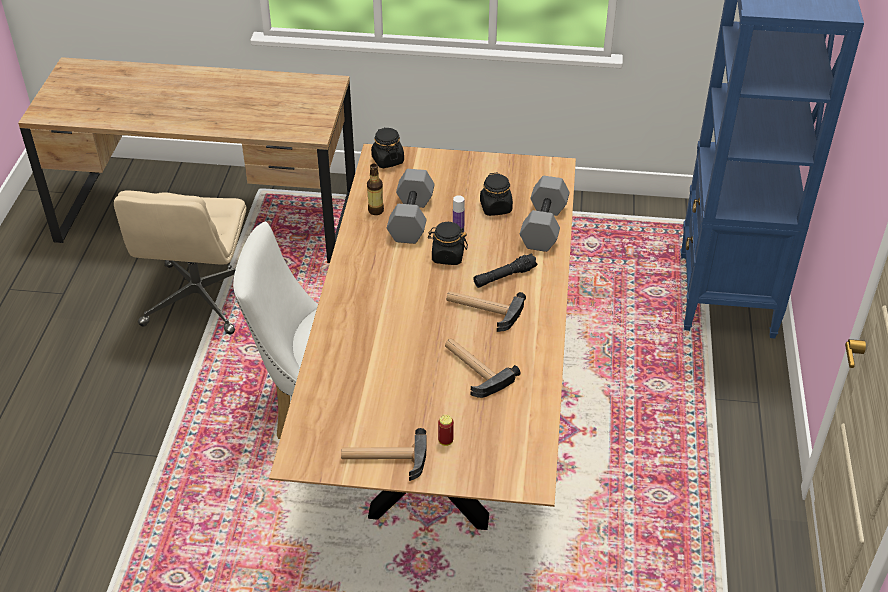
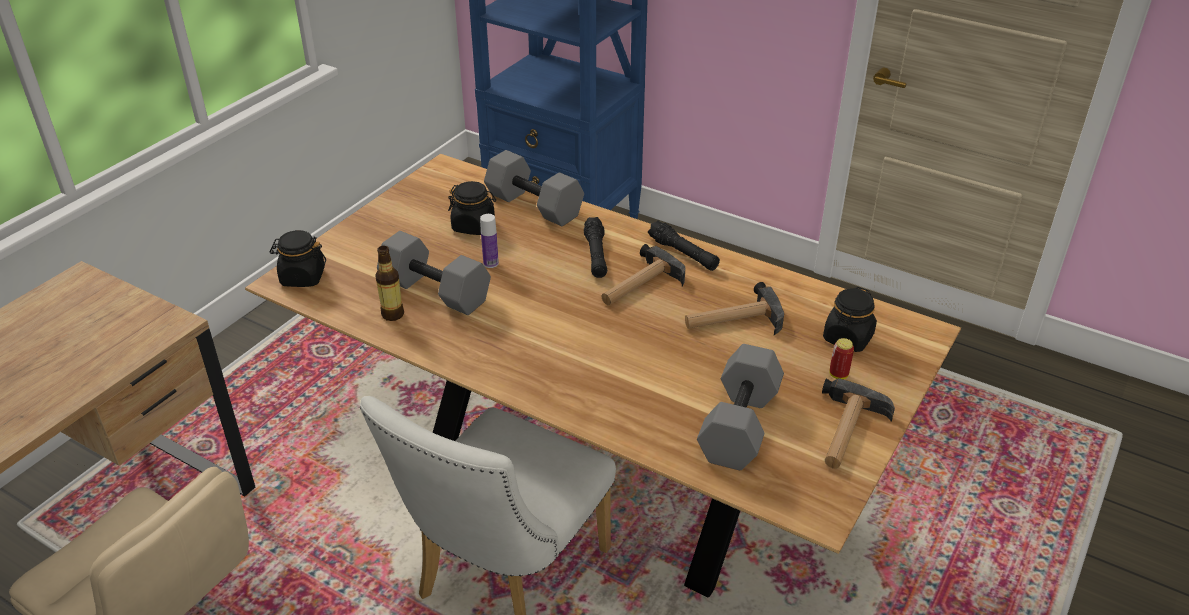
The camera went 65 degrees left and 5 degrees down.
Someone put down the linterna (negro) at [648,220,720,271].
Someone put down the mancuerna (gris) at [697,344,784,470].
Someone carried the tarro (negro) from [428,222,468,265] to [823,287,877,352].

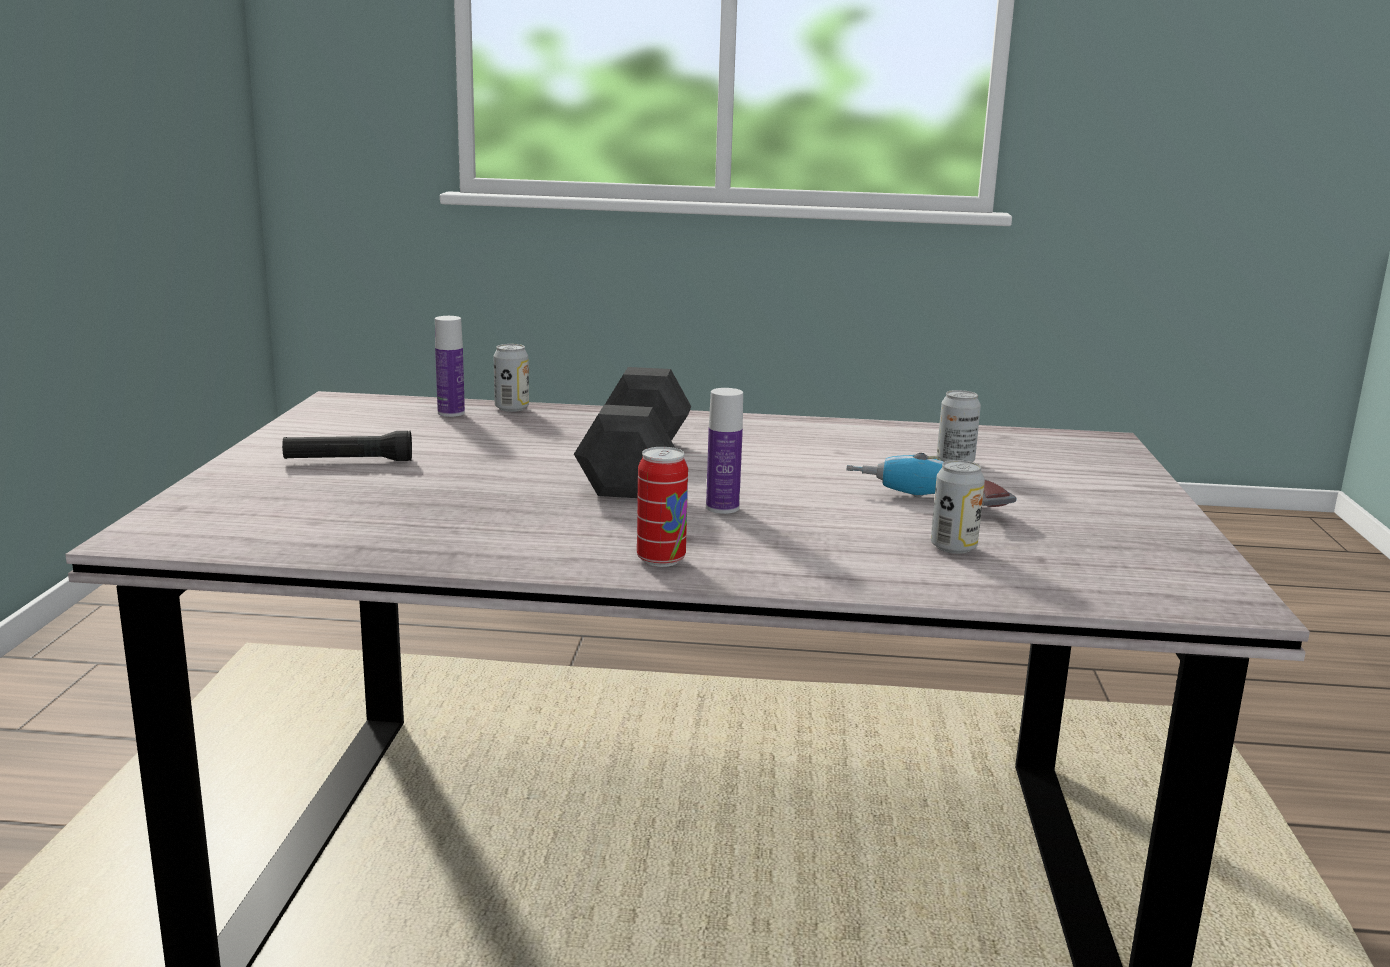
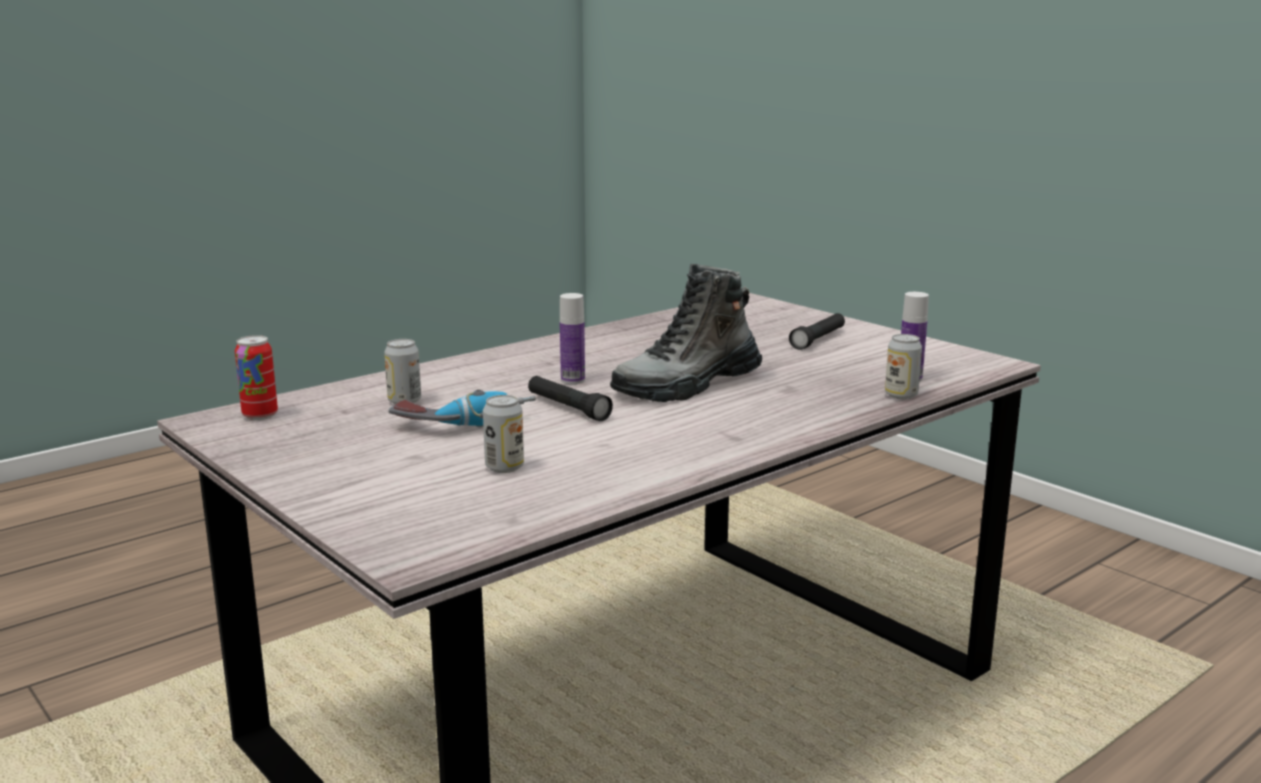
The camera went 135 degrees right and 0 degrees up.
Someone carried the lata from [637,447,688,567] to [235,335,278,420].
Someone put down the linterna (negro) at [528,376,613,421].
Someone swapped the mancuerna (negro) at [574,367,691,498] for the bota at [610,264,762,402].

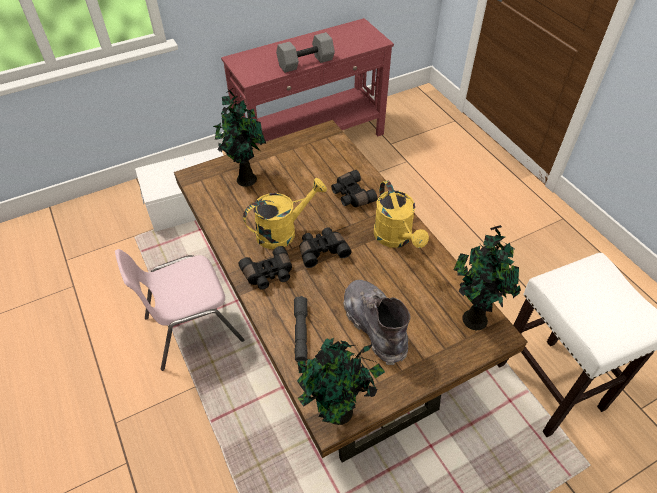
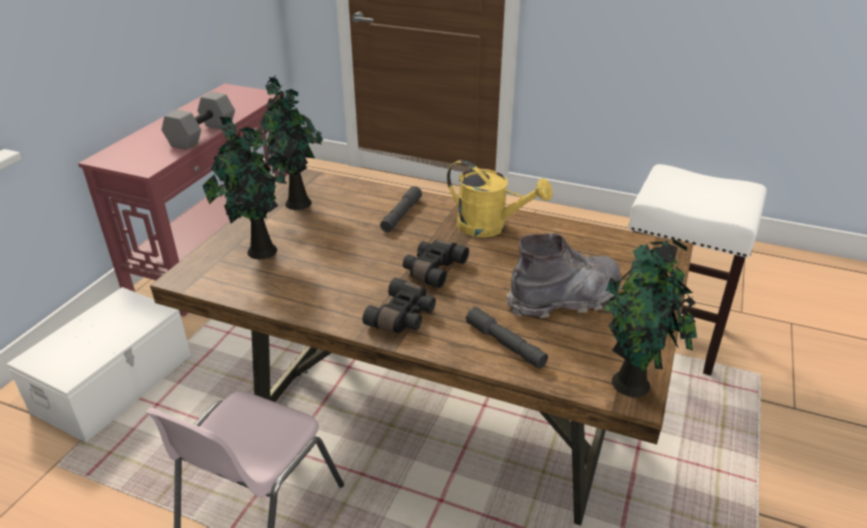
The camera went 40 degrees left and 15 degrees down.
Someone carried the planta en maceta from [454,225,521,330] to [253,76,323,210].
Someone swapped the prismáticos (negro) at [331,170,377,207] for the linterna (gris) at [380,186,422,232].
Someone rotated the bota (gris) at [343,280,411,365] by 135 degrees clockwise.
Someone took away the regadera (amarillo) at [243,178,327,249].

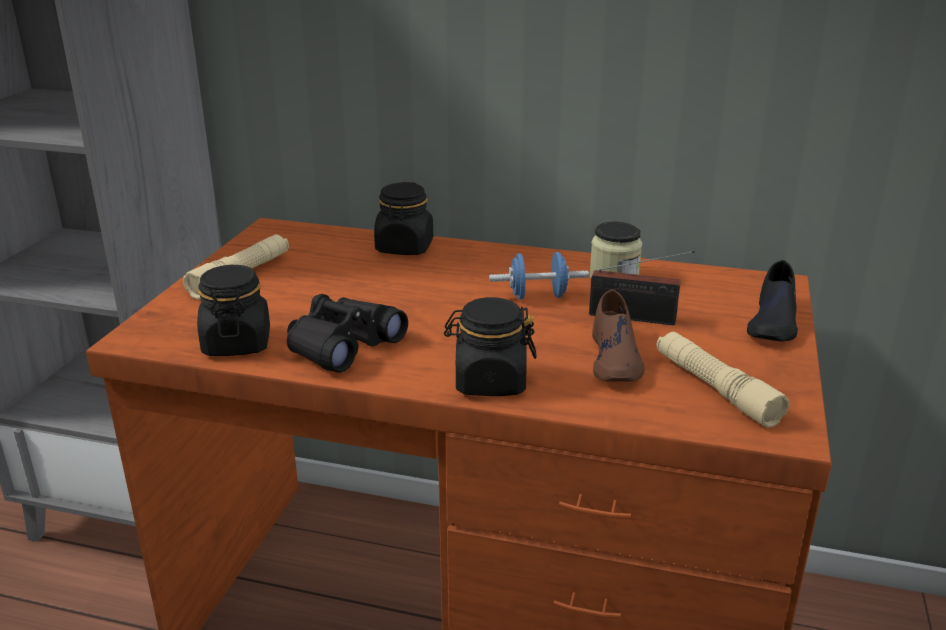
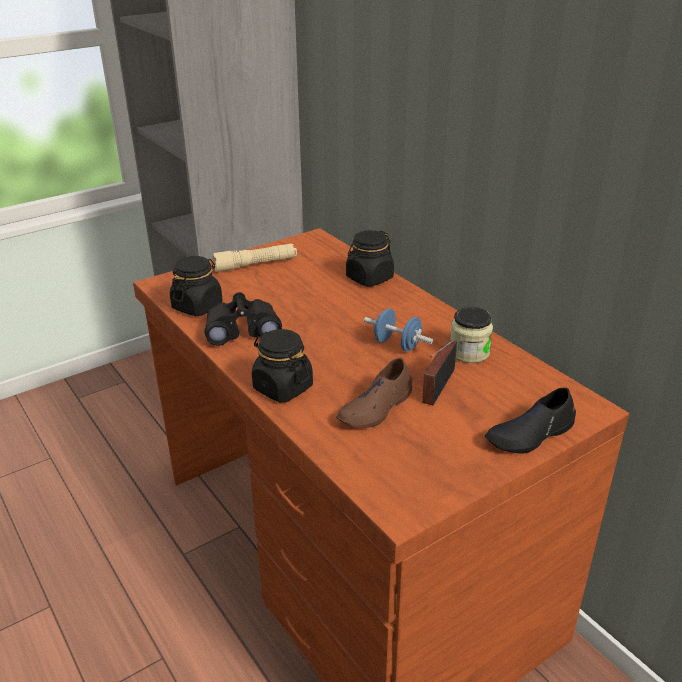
The camera went 40 degrees right and 5 degrees up.
Someone rotated the radio at [589,251,695,325] by 60 degrees clockwise.
Someone took away the linterna (beis) at [656,332,789,428].

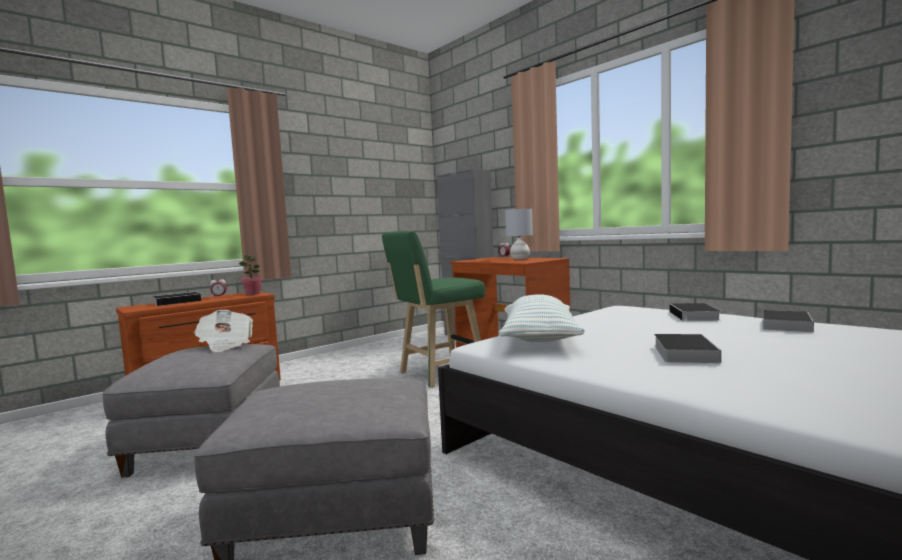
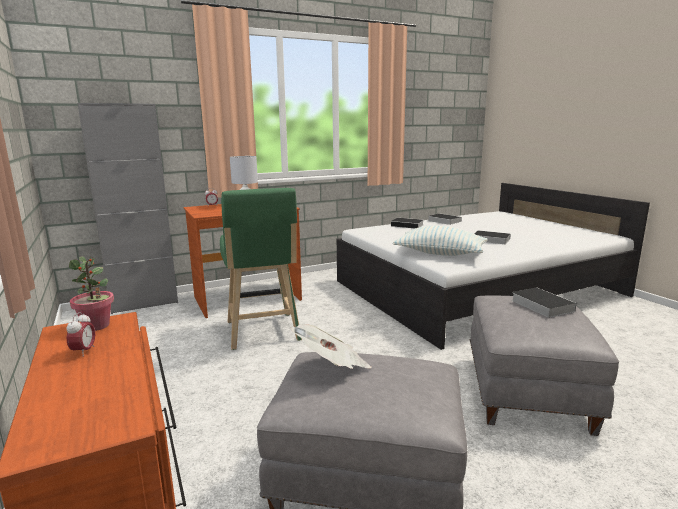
The camera went 75 degrees left and 10 degrees up.
Someone carried the libro from [153,292,201,306] to [511,287,576,318].

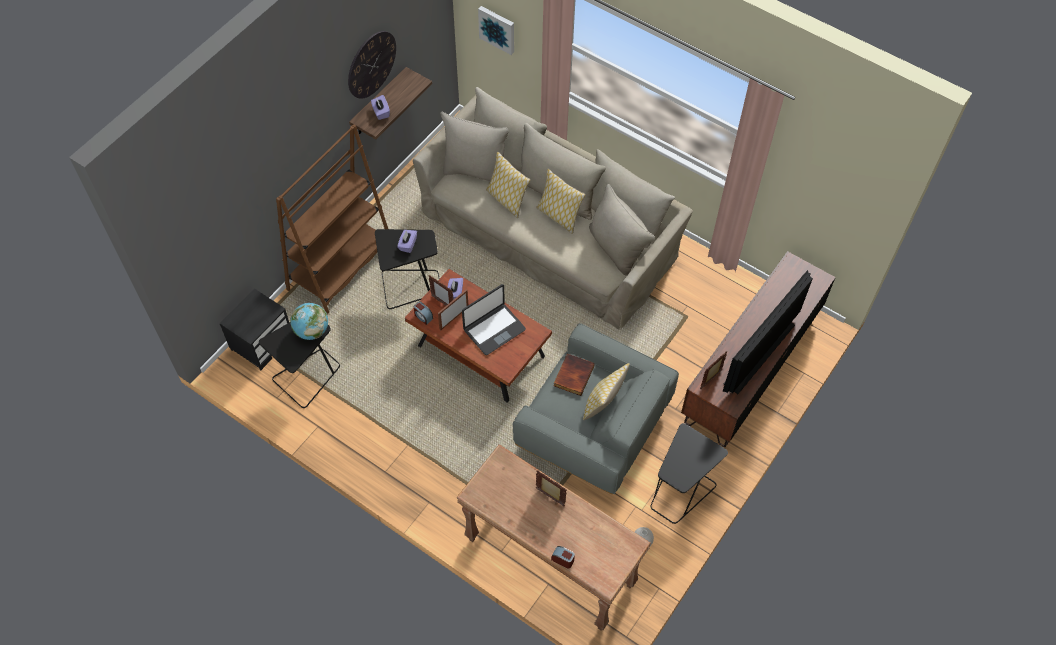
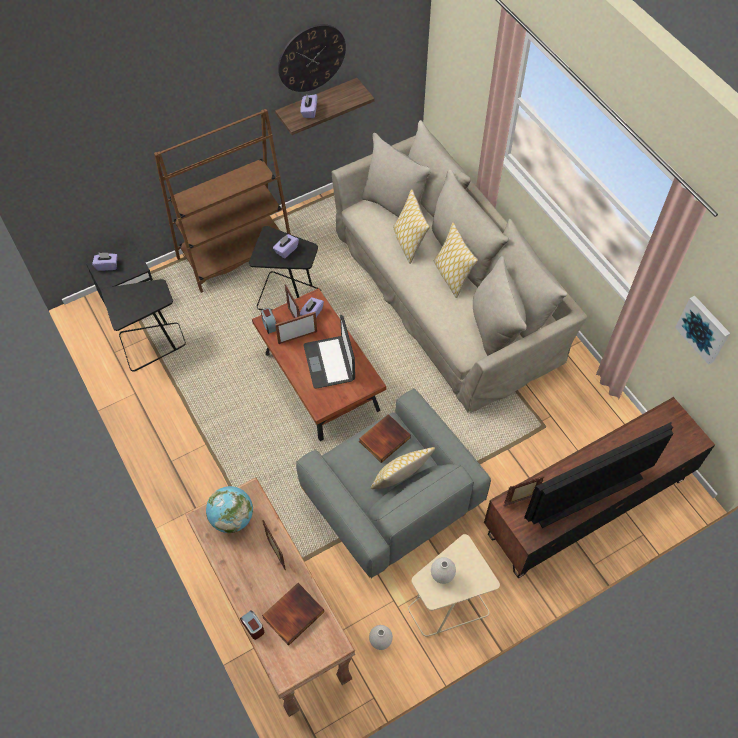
The camera went 25 degrees right and 0 degrees up.
Someone put down the caja de pañuelos (morado) at [92,253,117,271].
Someone carried the globo terráqueo from [290,303,328,340] to [206,486,253,533].
Someone put down the libro at [262,583,324,646].
Someone rotated the portátil at [462,284,526,355] by 90 degrees clockwise.
Someone repainted the mesa auxiliar (negro) at [651,423,728,524], which became the mesa auxiliar (beis) at [408,534,500,637].
Someone put down the florero (blanco) at [431,557,456,584].
Someone carried the cuadro from [478,6,514,55] to [675,296,730,365].

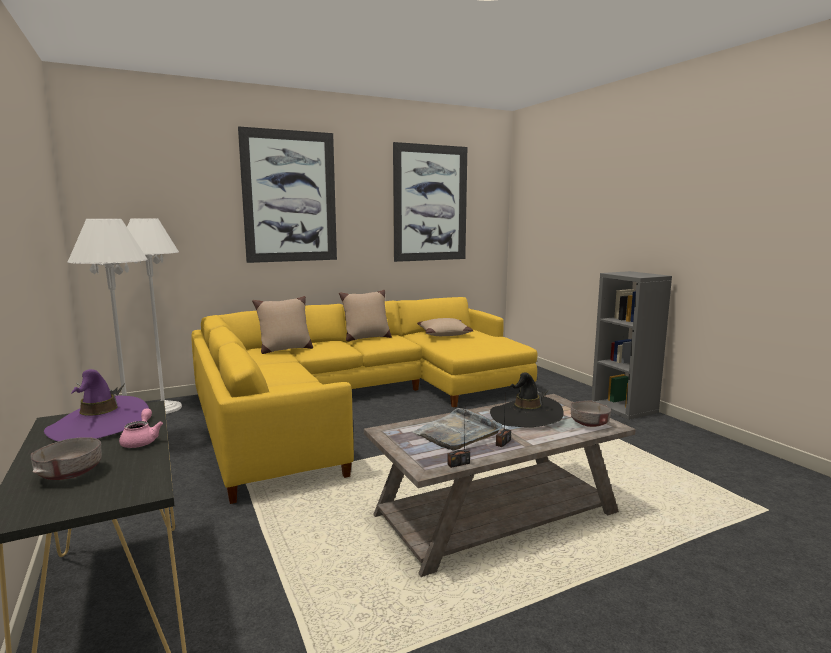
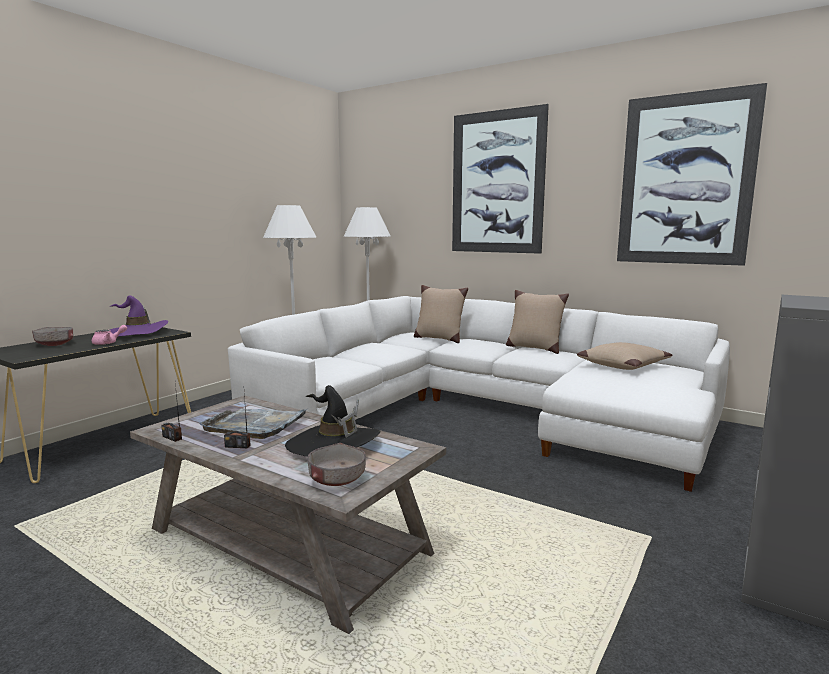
The camera went 60 degrees right and 0 degrees up.
Someone repainted the sofá (amarillo) at [192,297,537,504], which became the sofá (blanco) at [228,296,730,492].

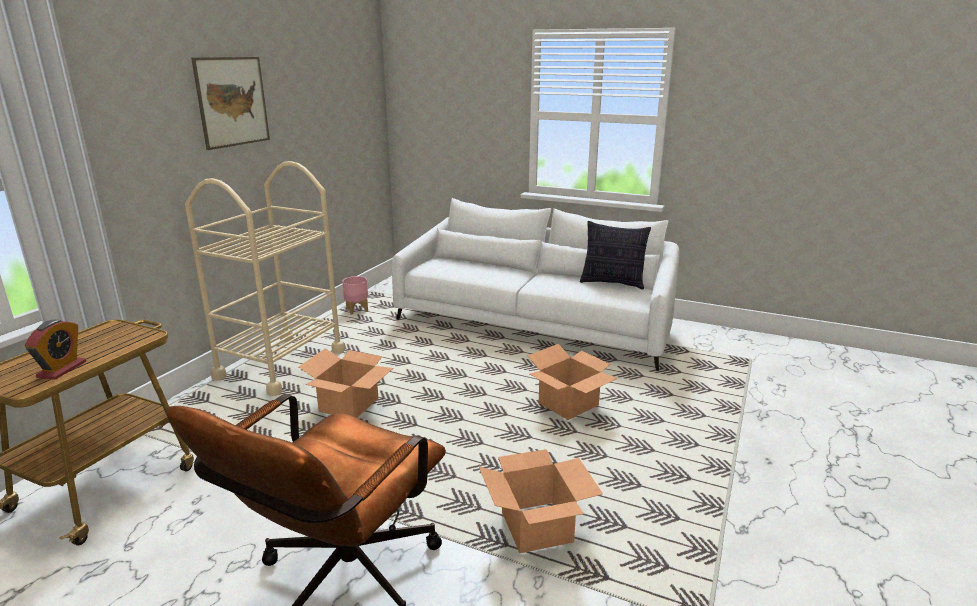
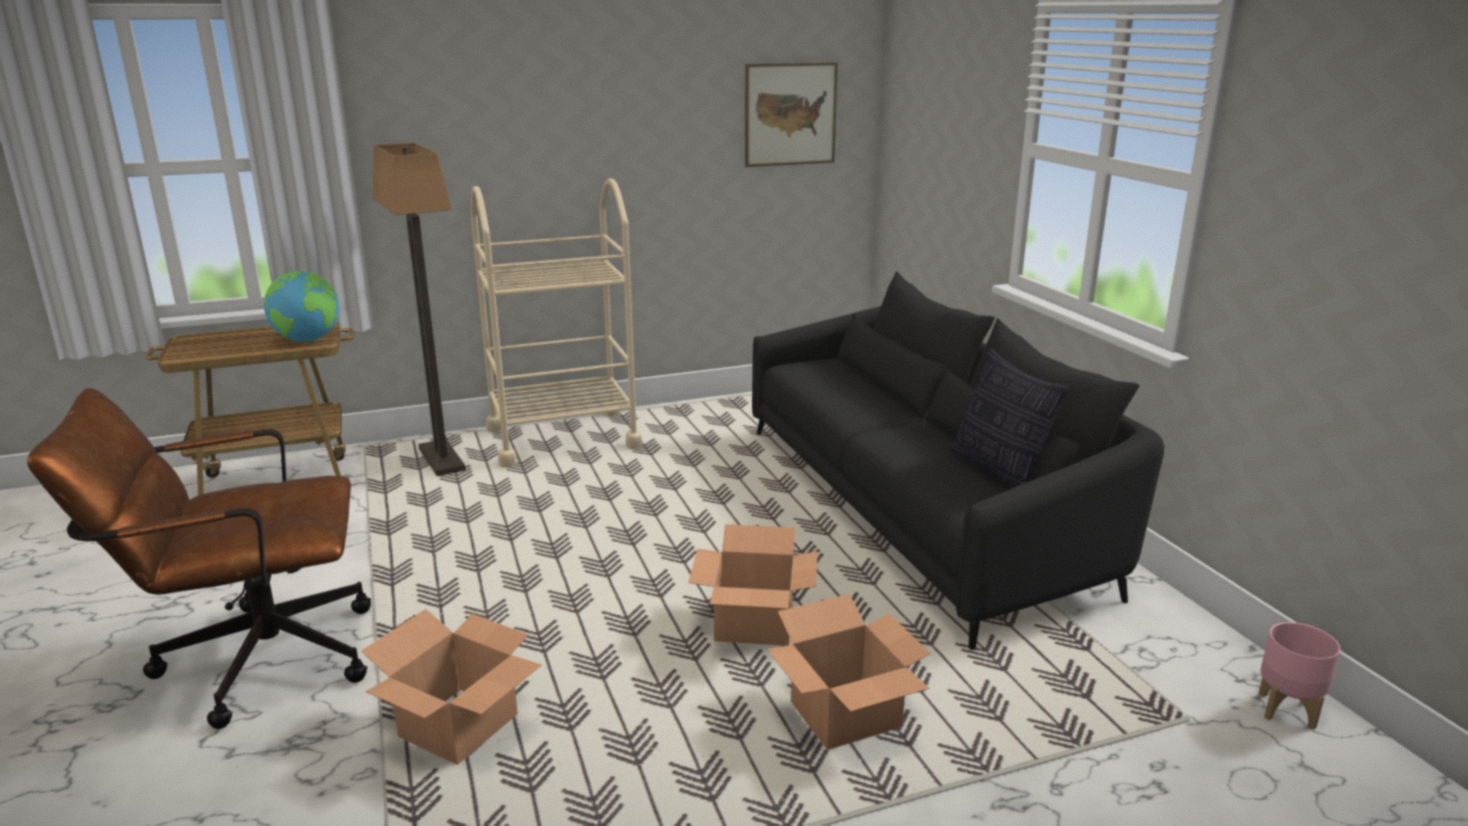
The camera went 45 degrees right and 0 degrees up.
Someone put down the globo terráqueo at [264,271,339,342].
Someone put down the lámpara de pie at [373,143,466,476].
Someone carried the cuadro from [191,57,270,150] to [745,62,838,167].
Someone repainted the sofá (blanco) at [392,198,680,371], which became the sofá (negro) at [752,271,1164,650].
Someone carried the caja de cartón from [299,348,393,418] to [767,594,931,750].
Someone carried the maceta (rosa) from [342,276,368,315] to [1258,622,1341,729].
Someone took away the despertador at [24,319,86,380].

